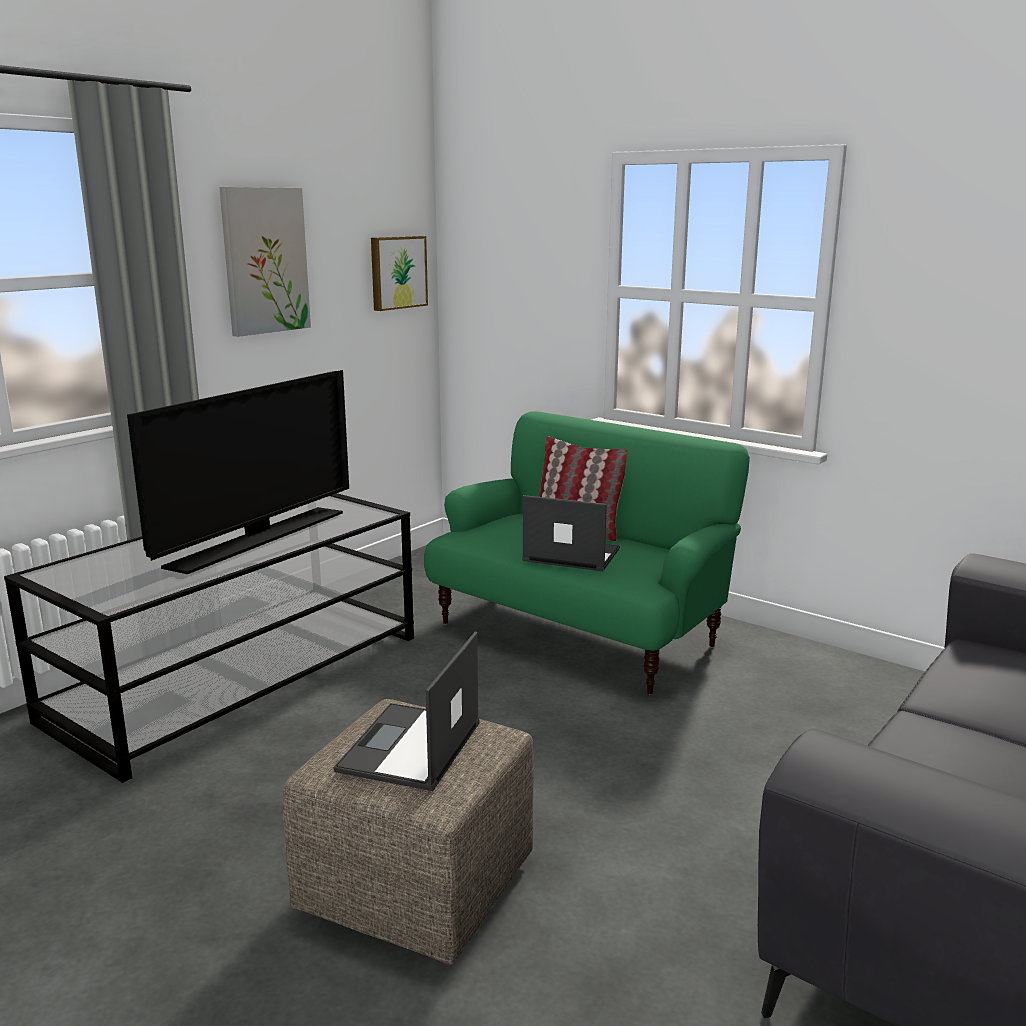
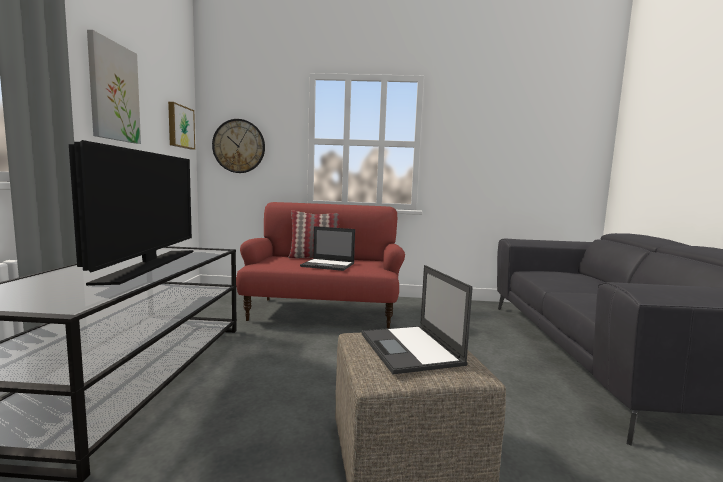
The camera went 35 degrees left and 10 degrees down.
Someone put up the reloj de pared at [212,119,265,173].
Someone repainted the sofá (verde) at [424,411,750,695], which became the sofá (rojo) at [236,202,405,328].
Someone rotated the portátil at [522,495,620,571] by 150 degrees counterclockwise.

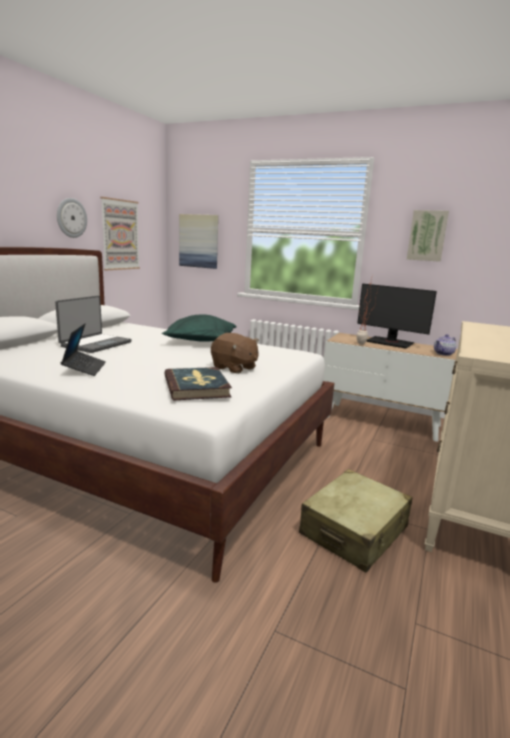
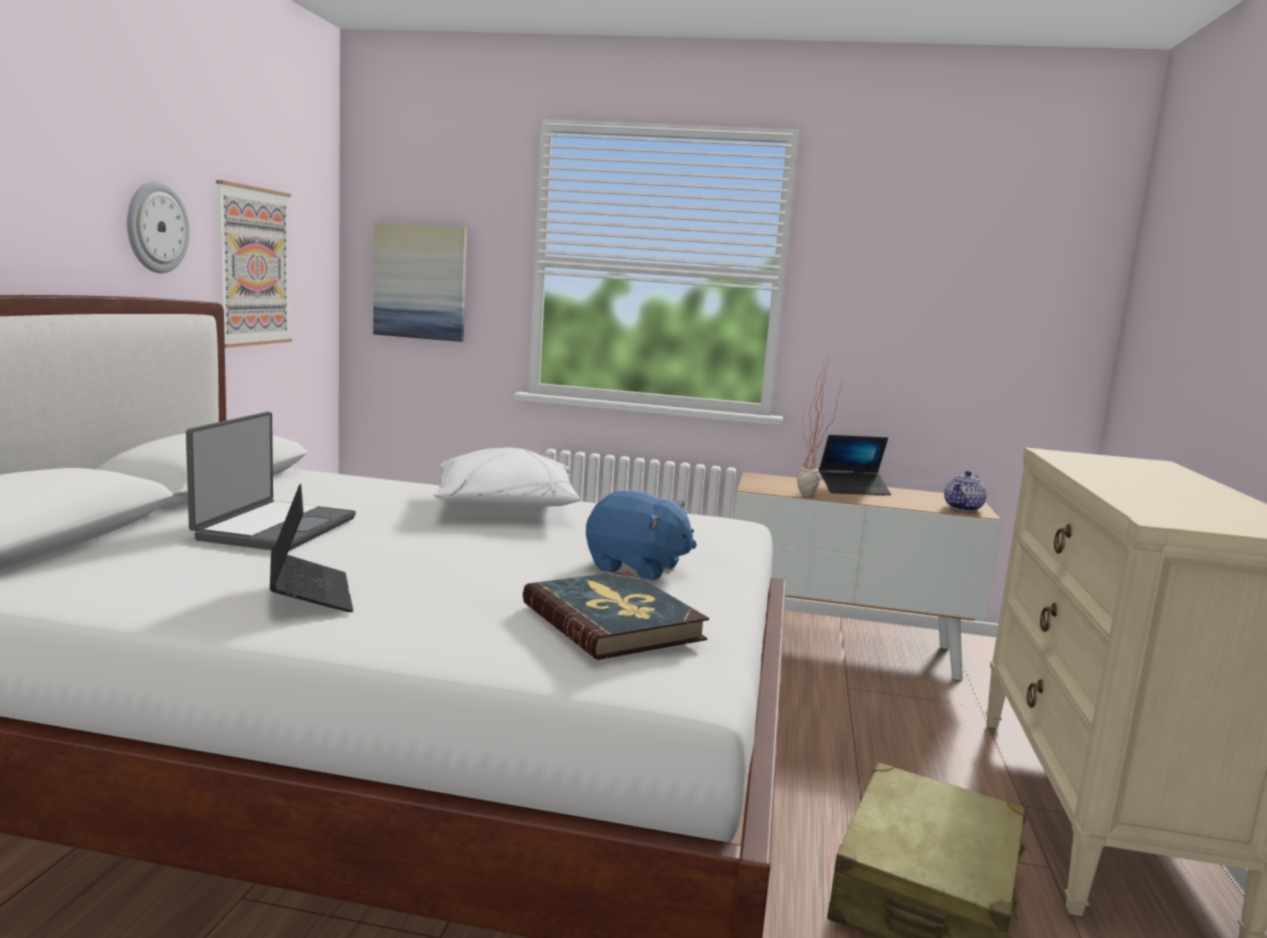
The camera went 15 degrees left and 5 degrees down.
Someone repainted the cojín (verde) at [162,314,237,342], which became the cojín (blanco) at [433,447,581,508].
Someone repainted the peluche (marrón) at [211,333,259,374], which became the peluche (azul) at [586,491,697,580].
Someone swapped the monitor at [357,283,437,349] for the portátil at [819,435,891,495].
Someone took away the cuadro at [407,210,449,262].

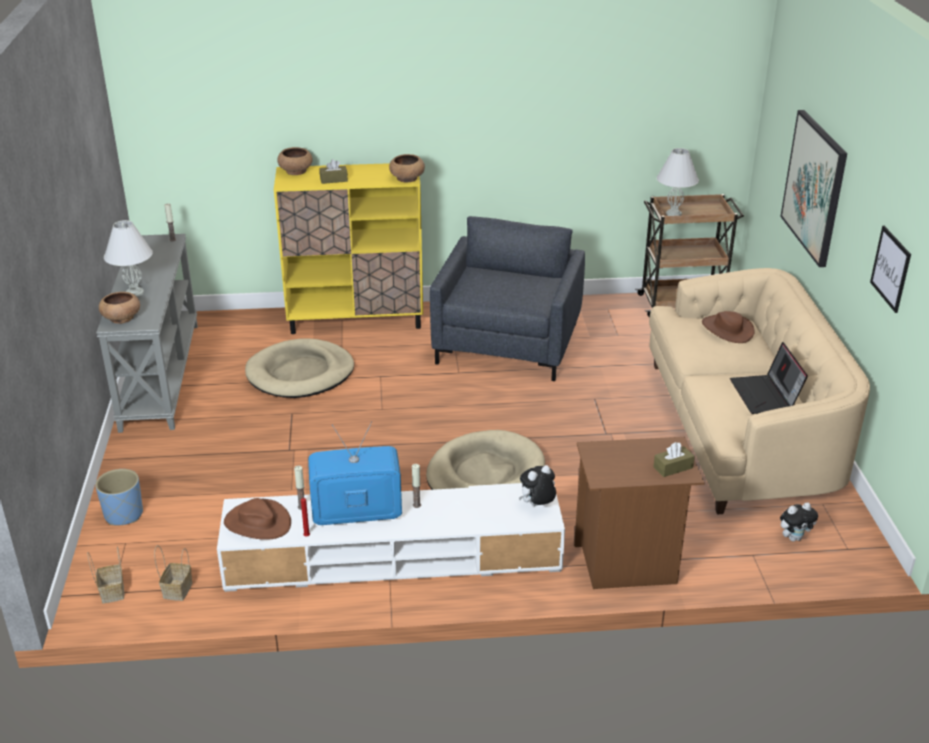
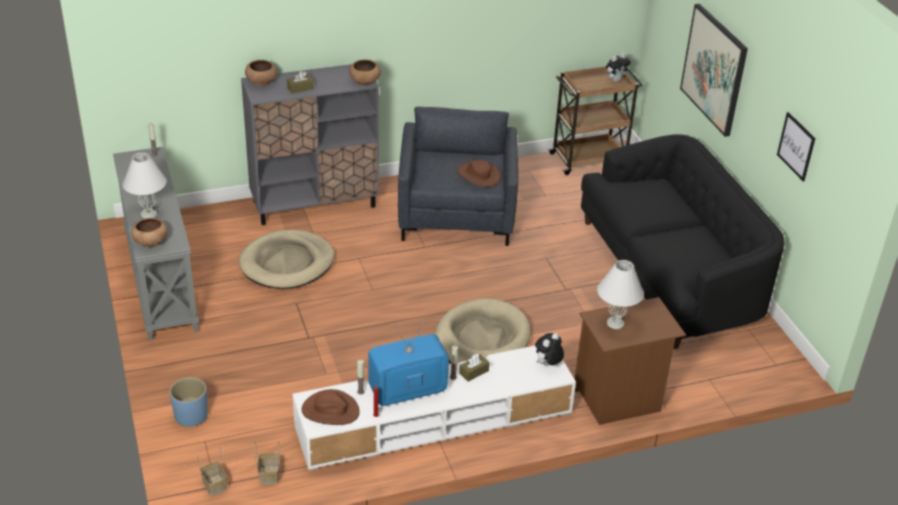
The camera went 15 degrees left and 5 degrees up.
Someone repainted the armario (amarillo) at [274,163,423,334], which became the armario (gris) at [241,64,379,225].
Someone carried the sombrero (marrón) from [702,311,754,343] to [457,160,500,187].
Someone carried the caja de pañuelos (marrón) from [653,442,695,477] to [459,354,490,382].
Someone repainted the sofá (beis) at [649,268,870,514], which became the sofá (negro) at [581,134,784,349].
Someone carried the lámpara de mesa (blanco) from [657,148,699,216] to [597,260,644,329].
Someone carried the peluche from [780,503,818,541] to [606,53,631,82].
Someone took away the portátil at [730,342,808,414].

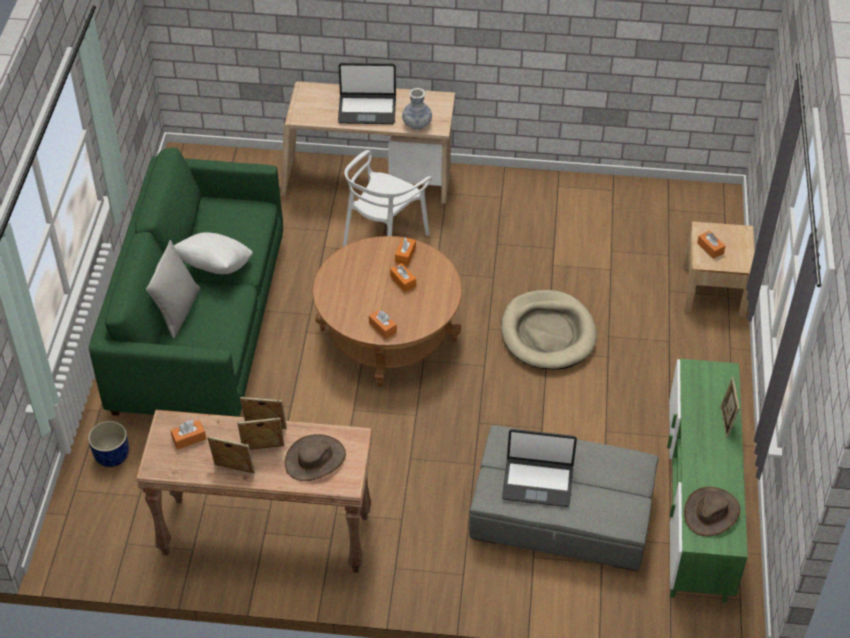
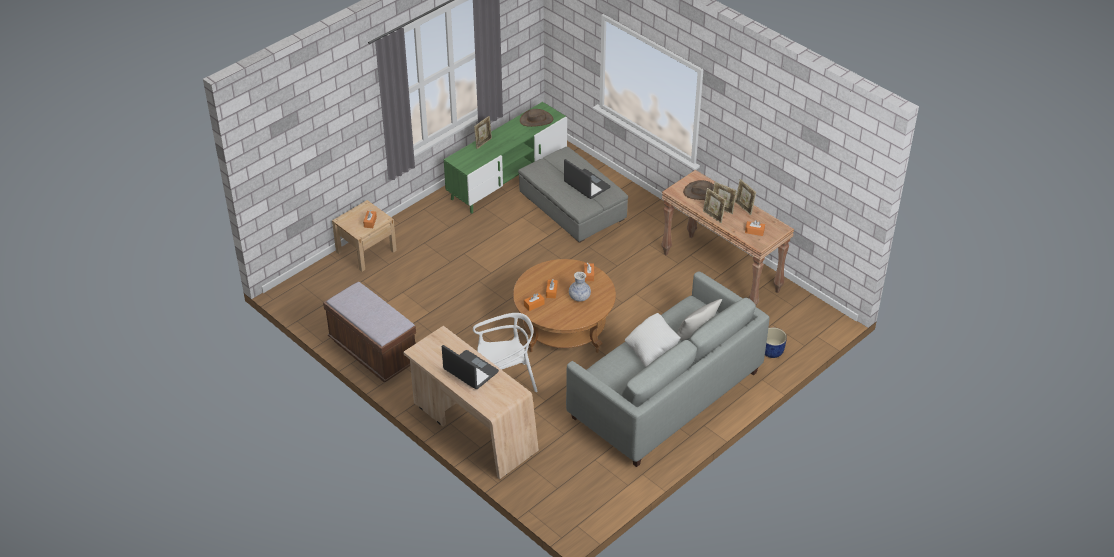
The camera went 140 degrees left and 5 degrees down.
Someone put down the banco (marrón) at [323,282,416,382].
Someone repainted the sofá (verde) at [89,148,283,417], which became the sofá (gris) at [566,271,769,467].
Someone carried the florero from [402,88,432,130] to [569,272,591,302].
Someone took away the cama para perro (beis) at [501,290,597,370].

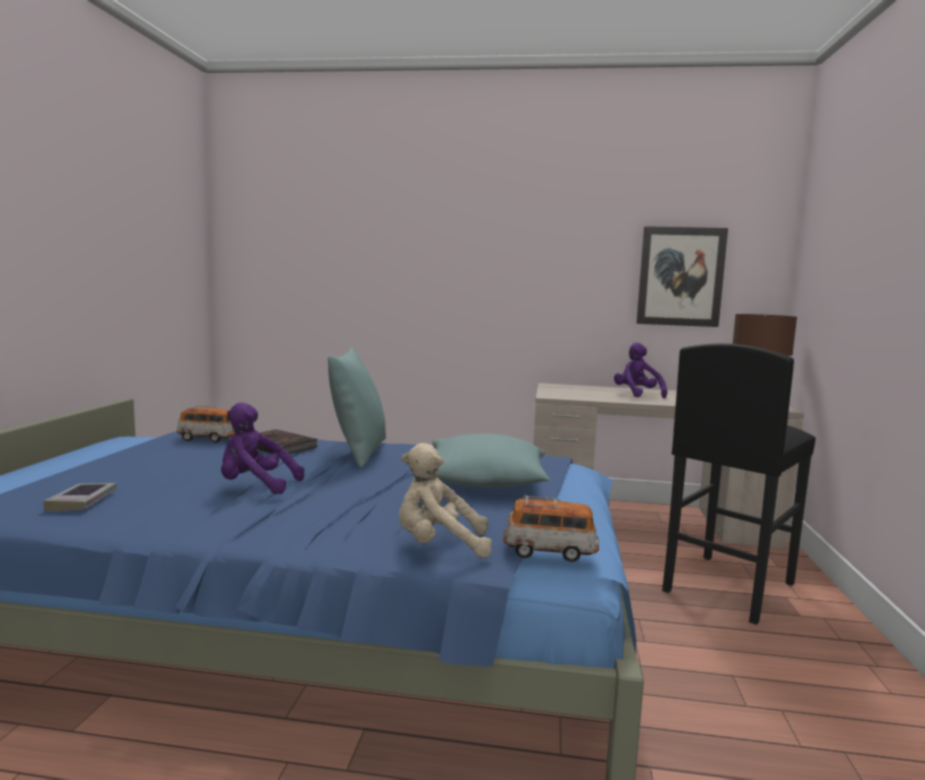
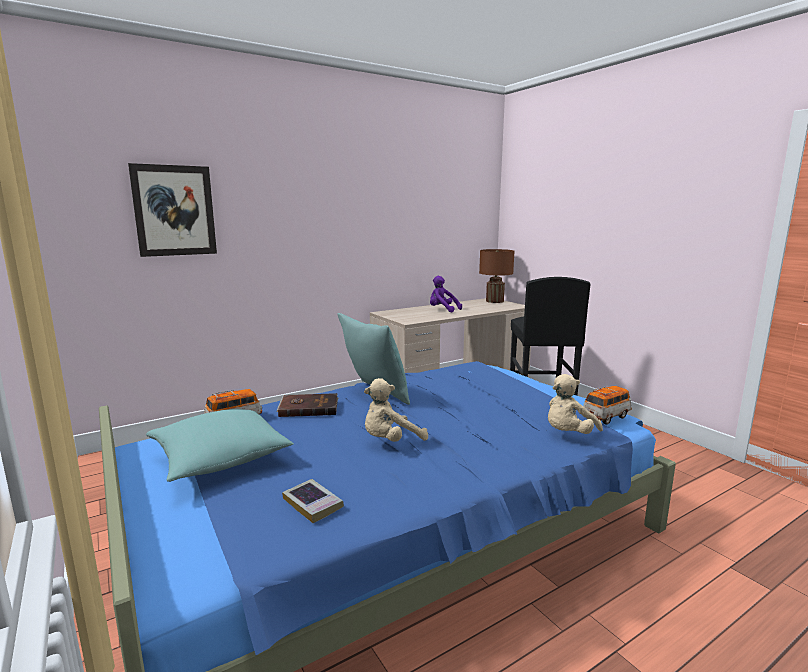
The camera went 40 degrees left and 5 degrees up.
Someone carried the cuadro from [636,226,728,327] to [128,163,217,257].
Someone carried the cojín (turquesa) from [432,434,550,488] to [146,409,294,482].
Someone repainted the peluche (morado) at [221,402,304,494], which became the peluche (beis) at [364,378,428,442].

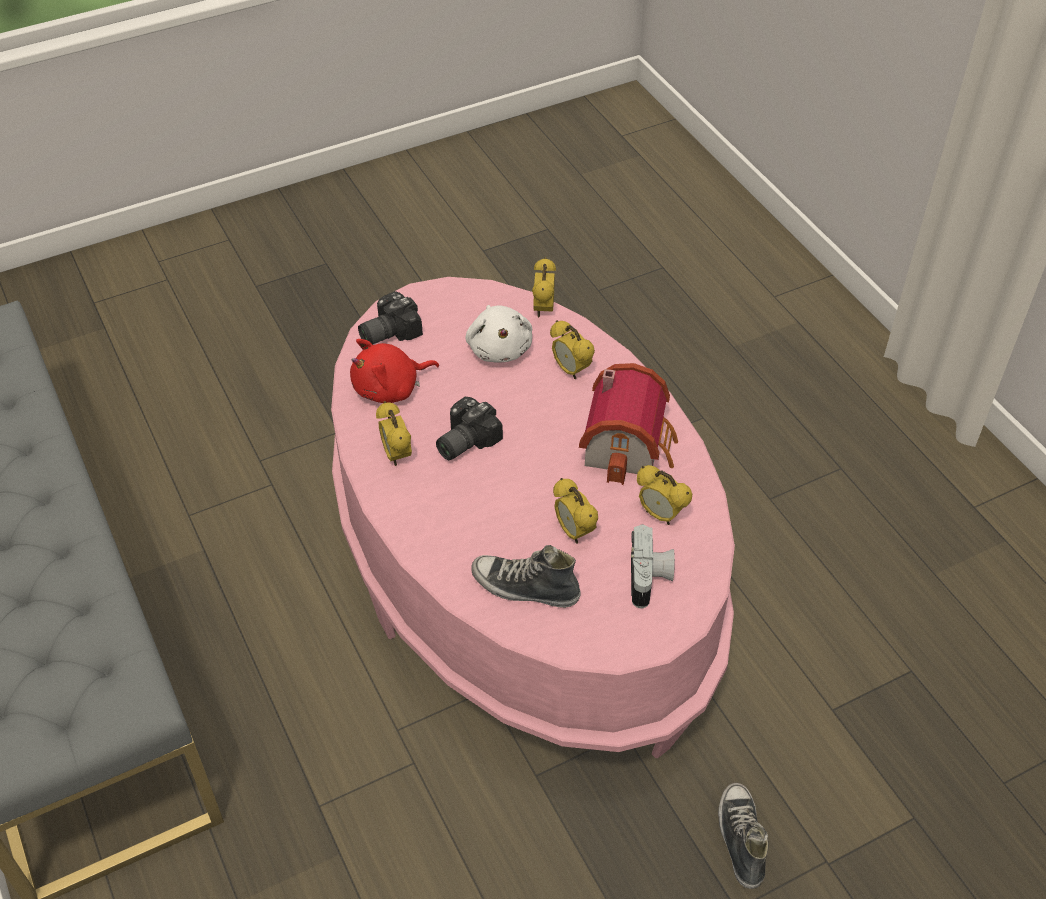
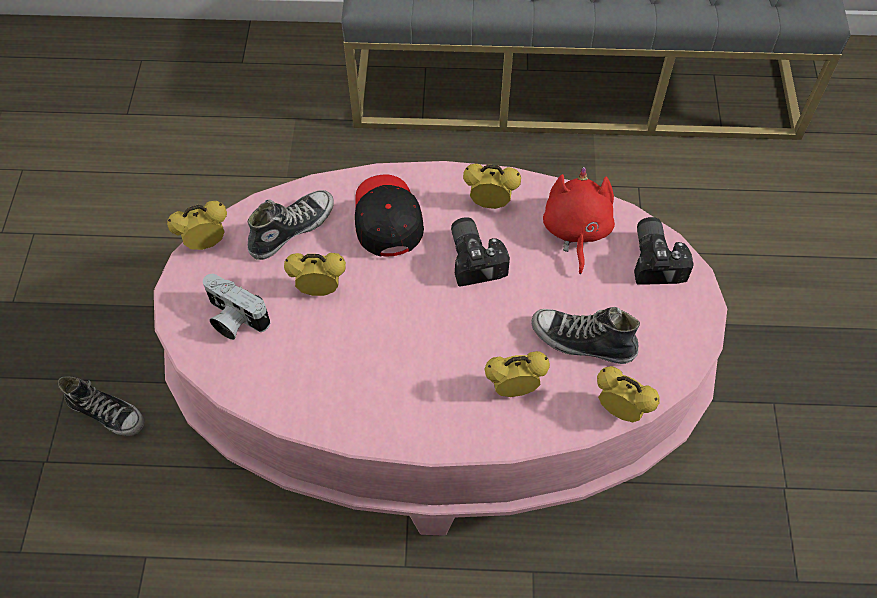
The camera went 120 degrees right and 10 degrees up.
Someone carried the despertador from [637,465,692,525] to [167,201,227,250].
Someone put down the gorra (negro) at [355,174,424,257].
Someone swapped the peluche (blanco) at [466,305,532,362] for the zapato at [531,307,640,364].
Someone took away the casita at [579,363,678,485].

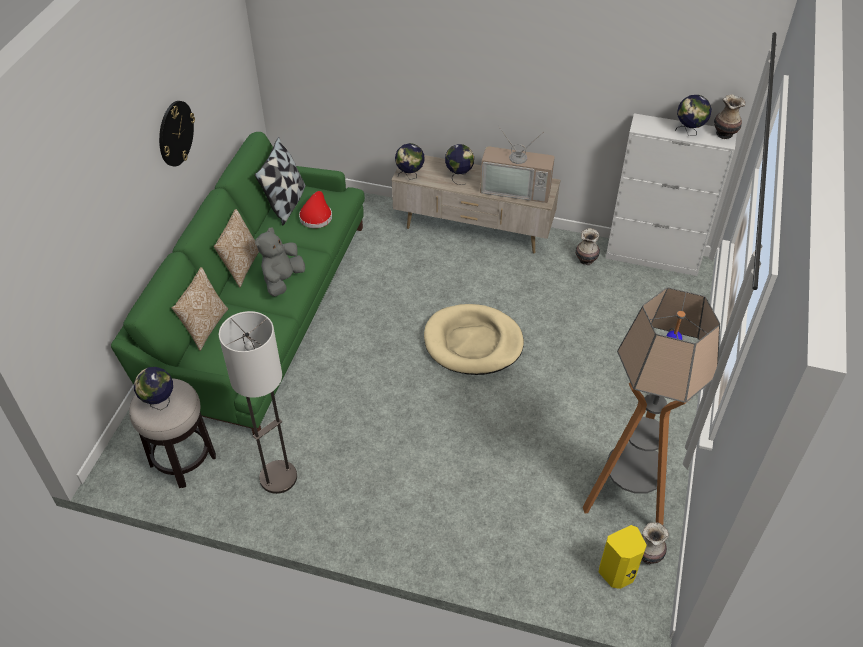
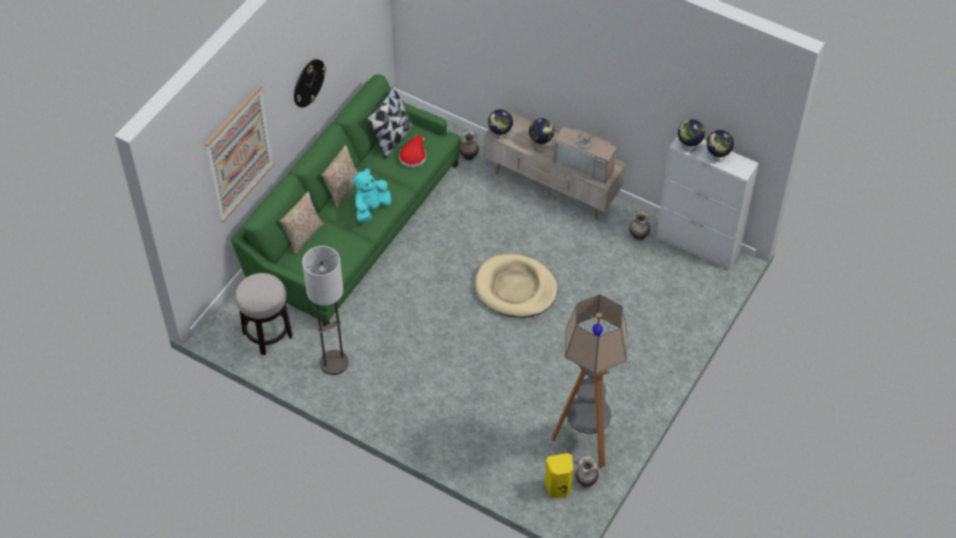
The camera went 15 degrees right and 5 degrees up.
Someone put up the cuadro at [205,85,274,222].
Someone repainted the peluche (gris) at [255,227,305,297], which became the peluche (turquesa) at [353,168,392,222].
Someone carried the florero from [714,94,745,139] to [459,130,479,160].
Someone carried the globo terráqueo from [134,367,173,410] to [678,119,705,152].

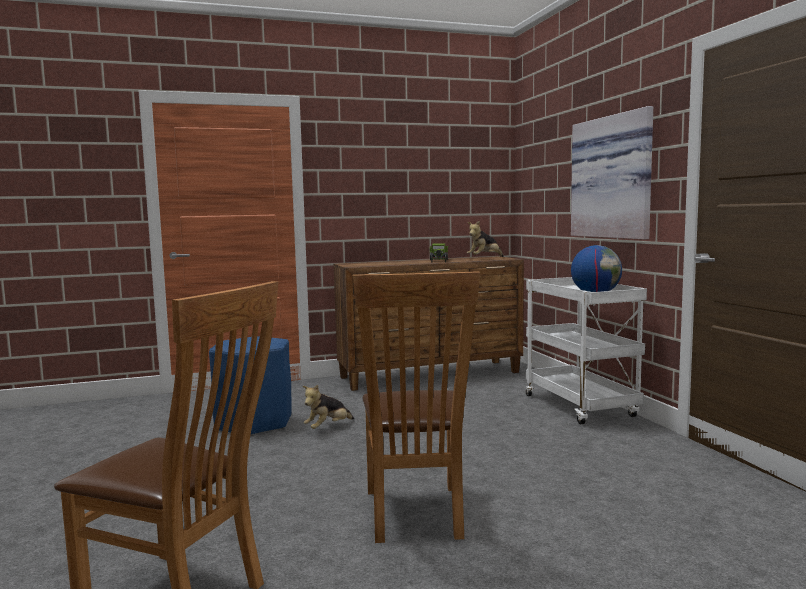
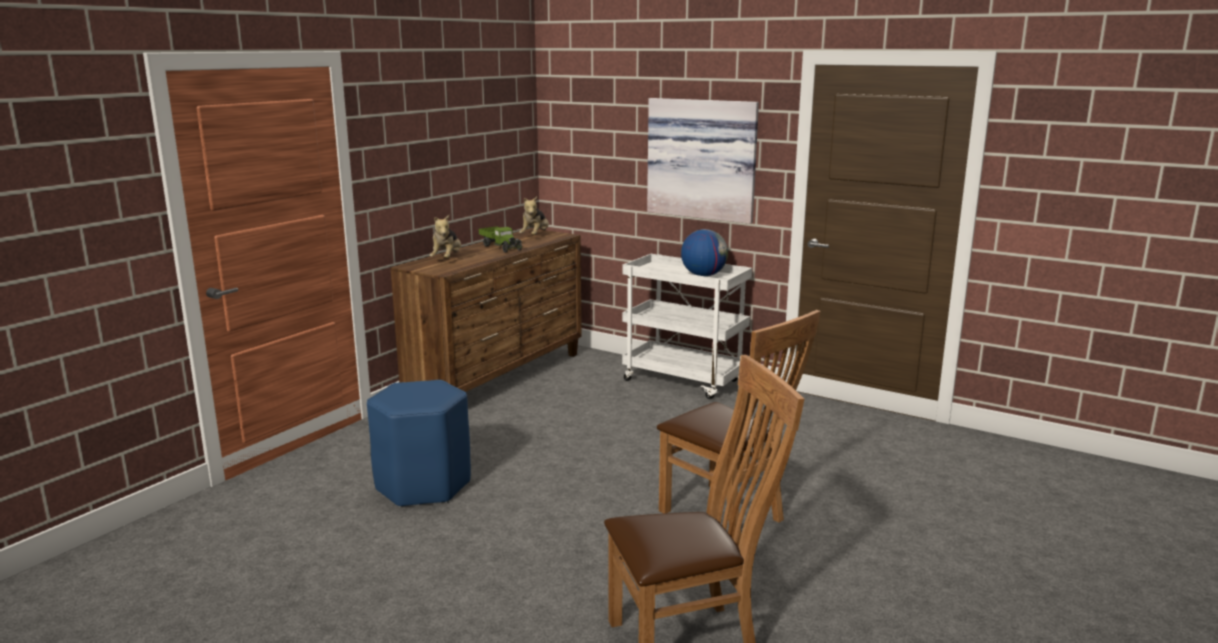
The camera went 40 degrees left and 10 degrees up.
Someone carried the peluche from [303,385,354,429] to [430,215,461,258].

